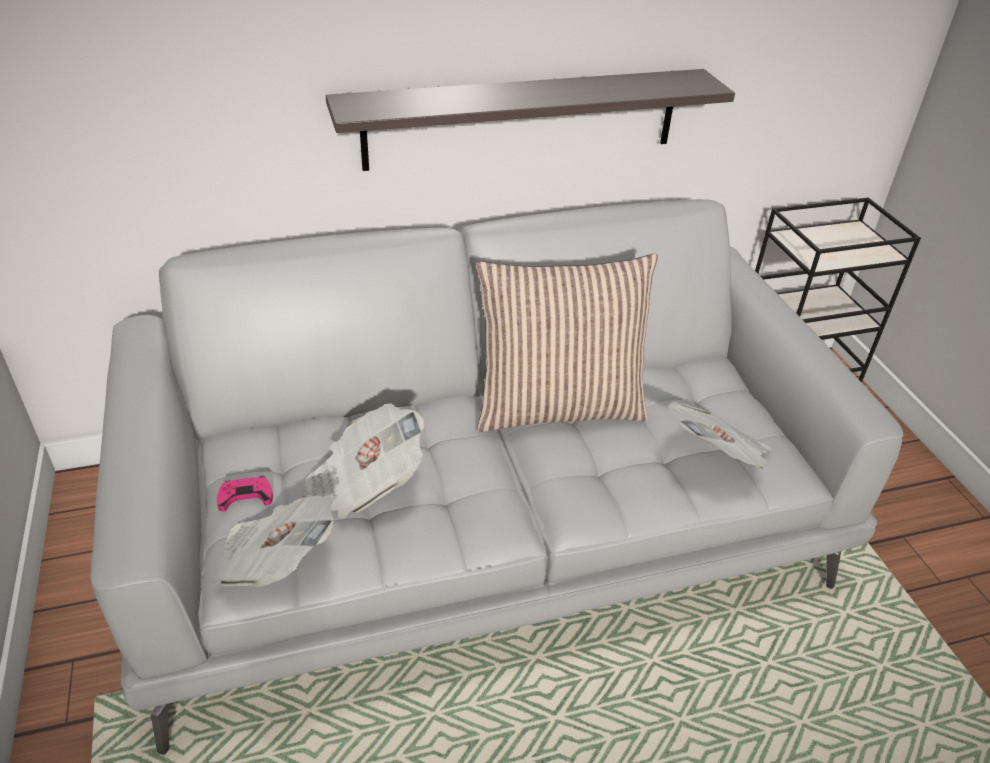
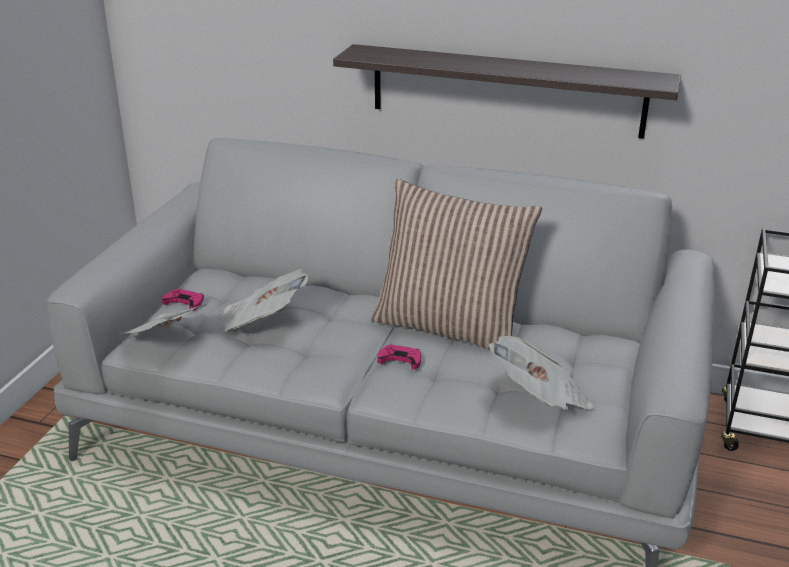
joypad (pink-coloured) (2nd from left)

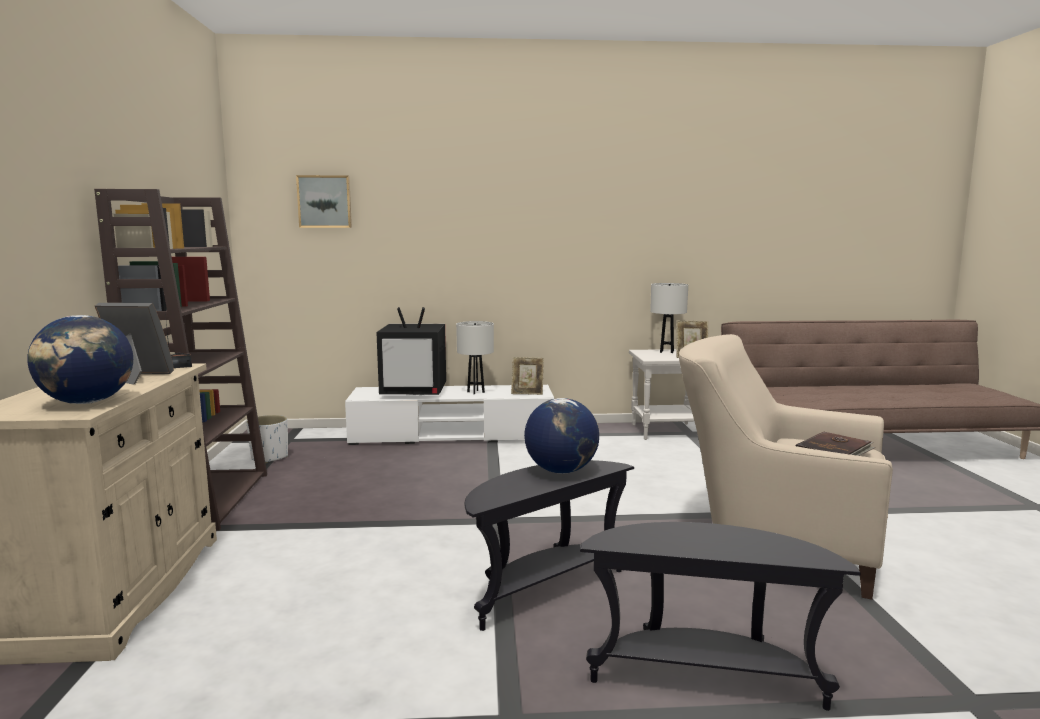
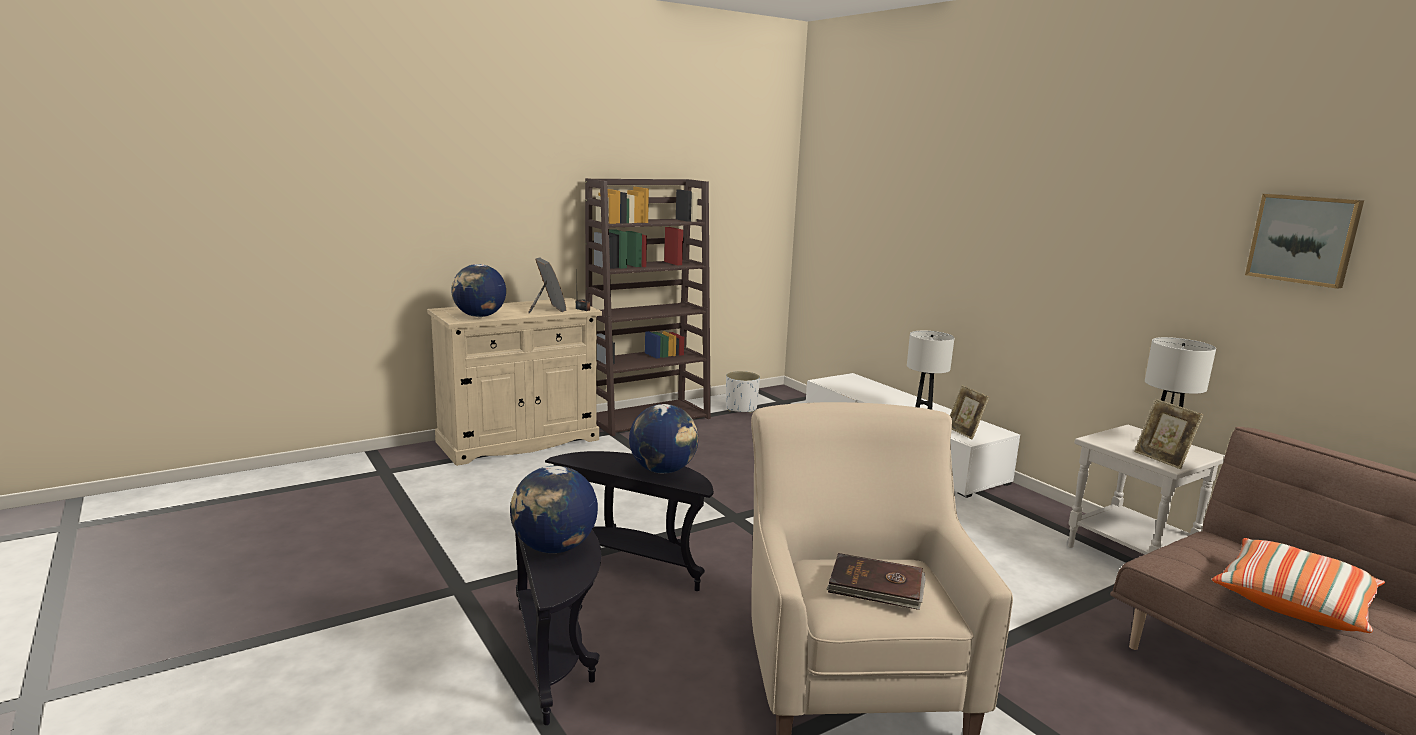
wall art
TV
world globe (2nd from left)
pillow

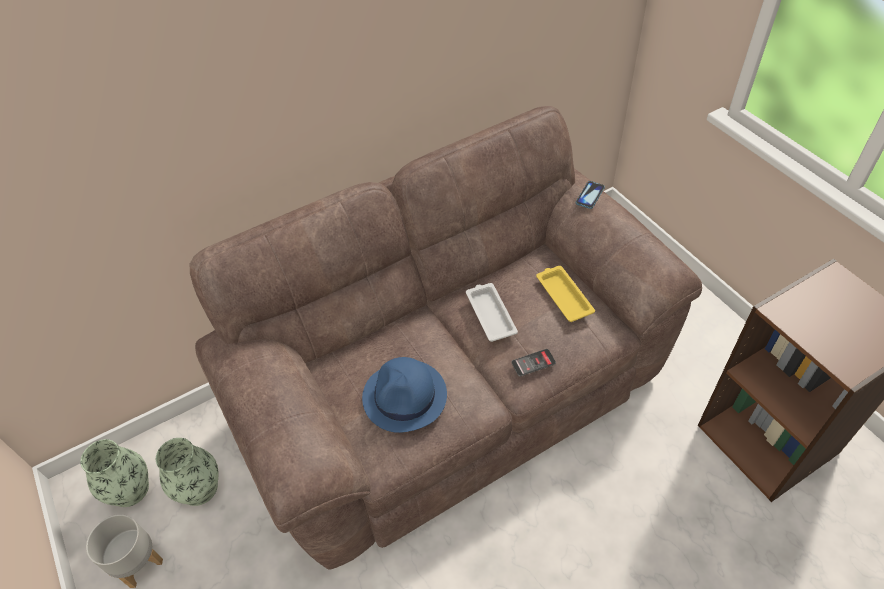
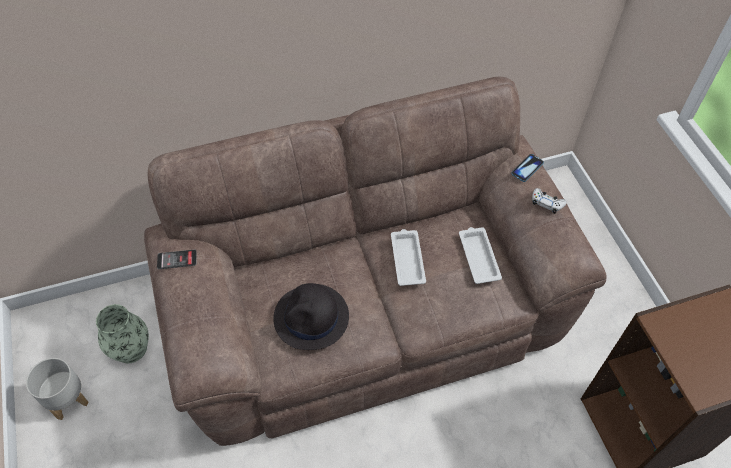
carrying tray (whitish) (2nd from left)
phone (1st from left)
hat (black)
decorative vase (1st from left in the first image)
joypad (whitish)

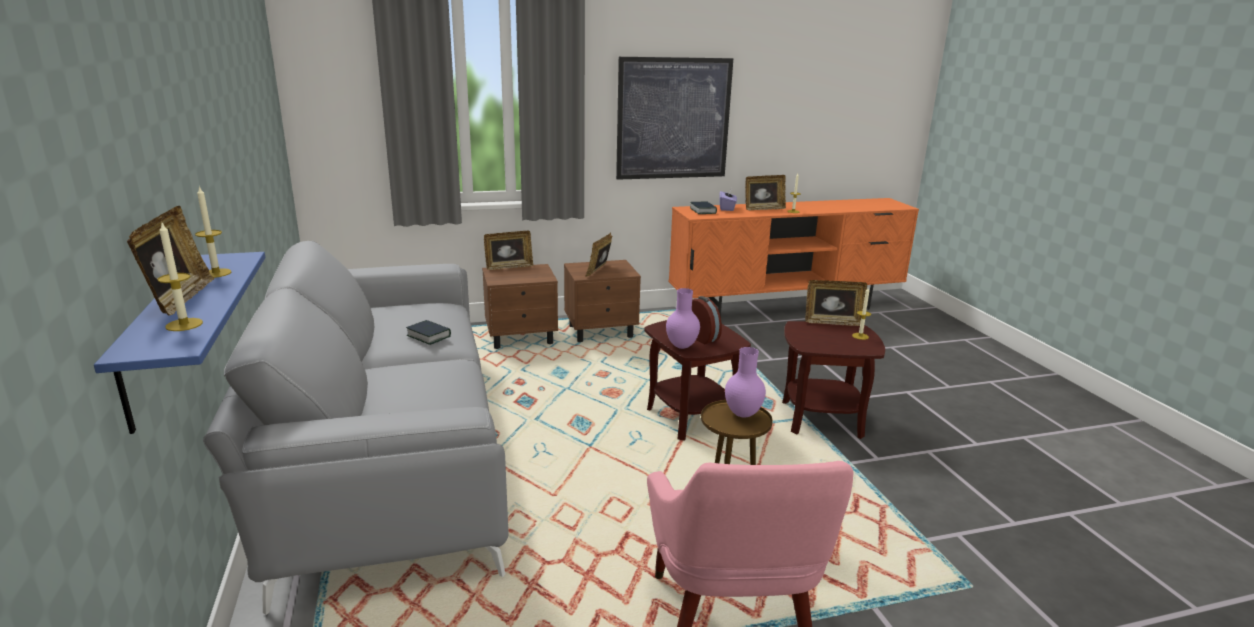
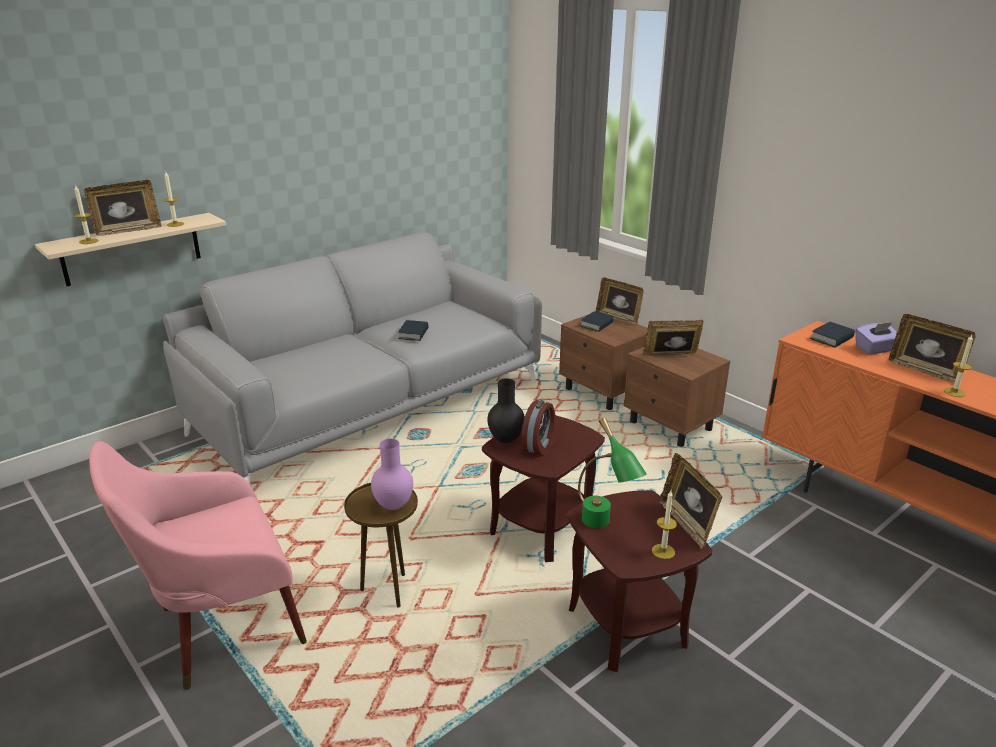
wall art
shelf (beige)
decorative vase (black)
book (2nd from left)
table lamp (greenish)

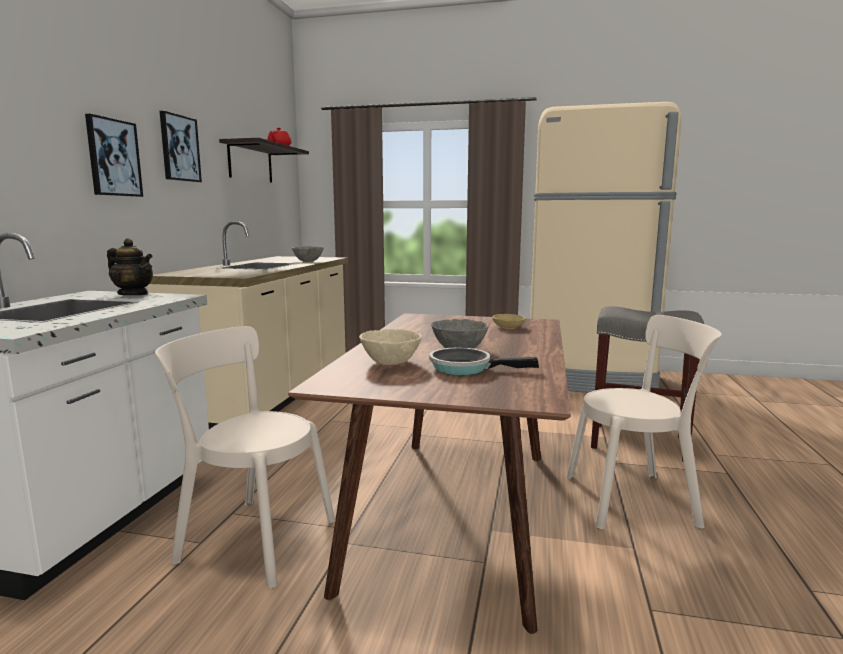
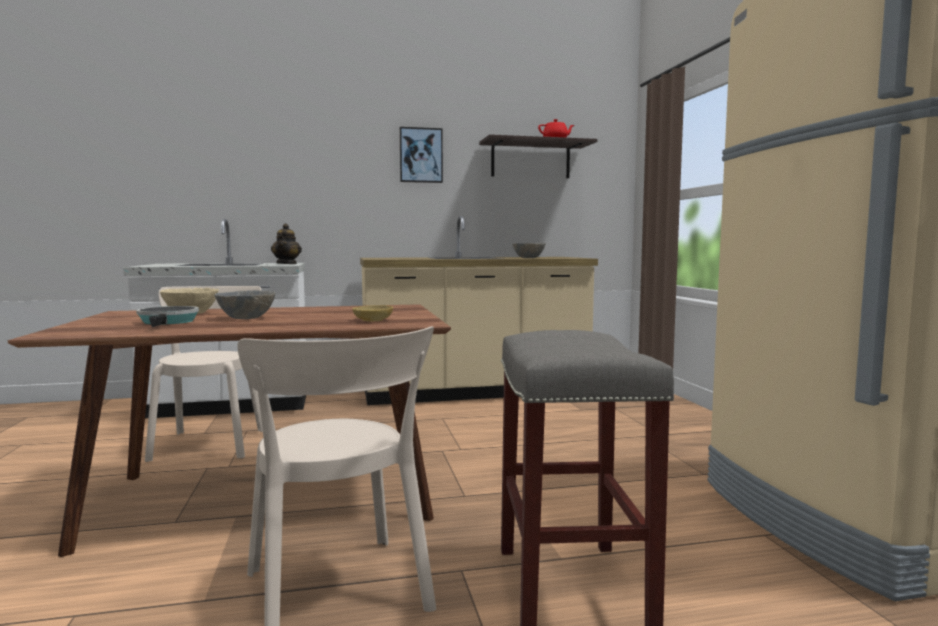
wall art (1st from left in the first image)

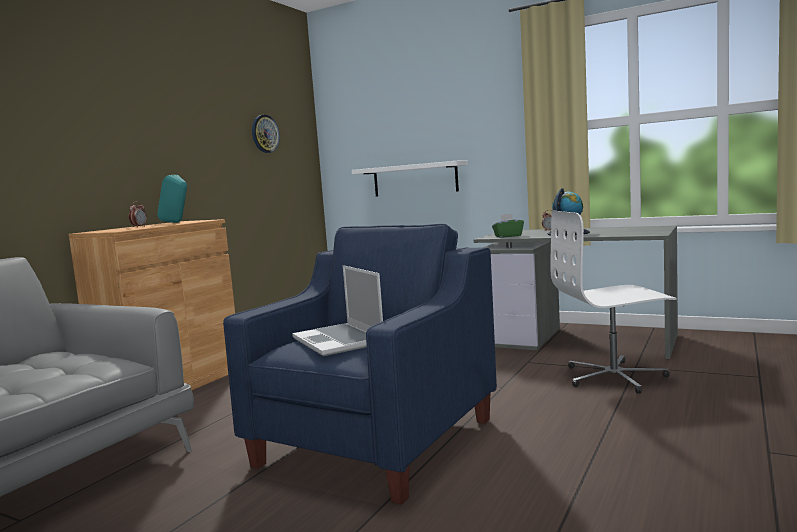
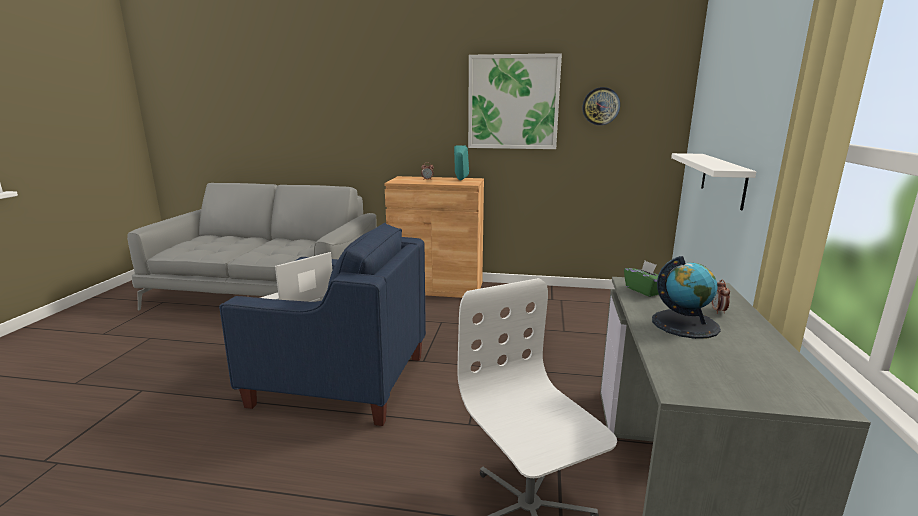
wall art

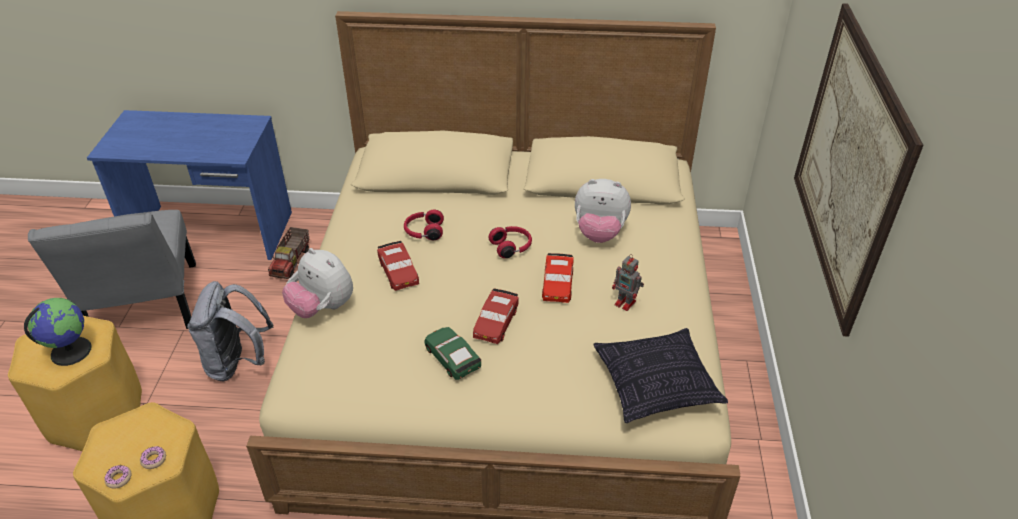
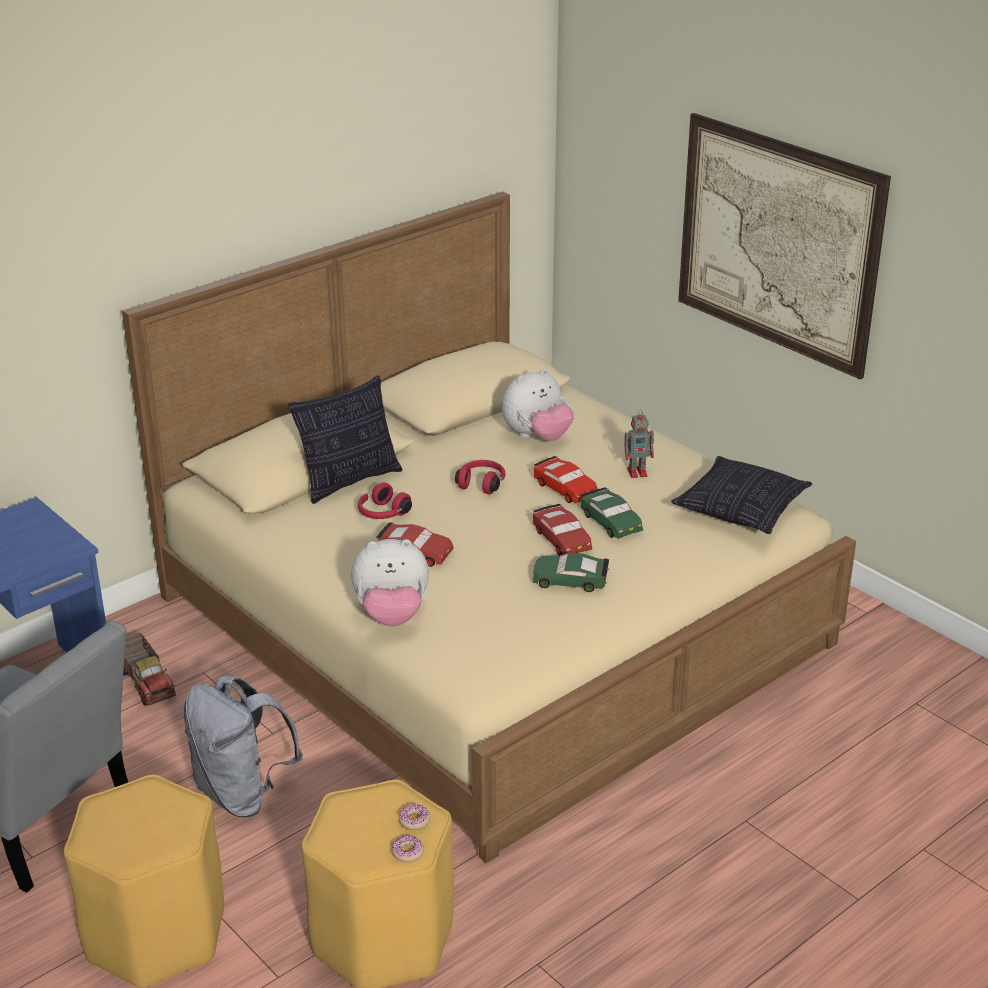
world globe
pillow (1st from left)
toy car (greenish) (2nd from left)

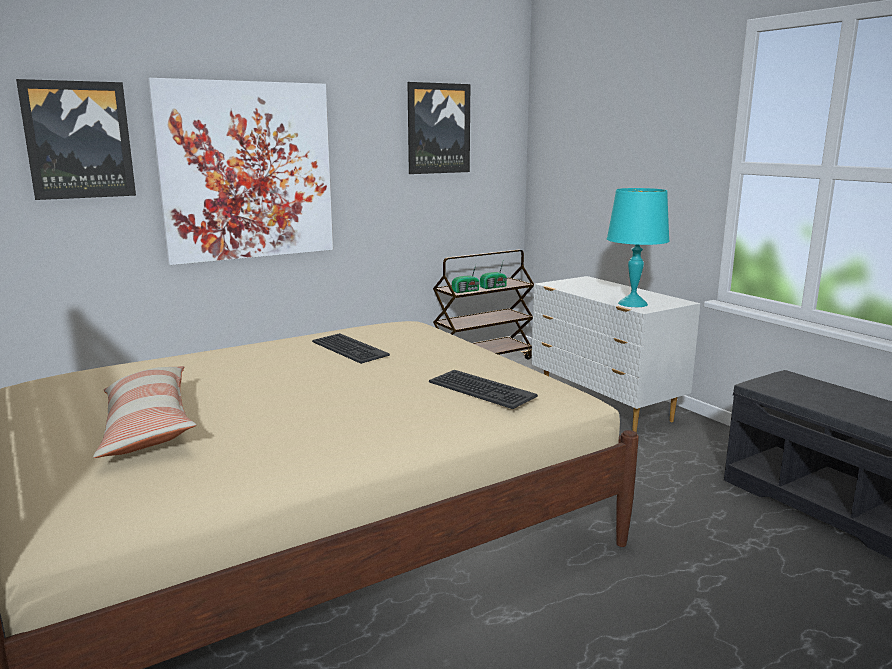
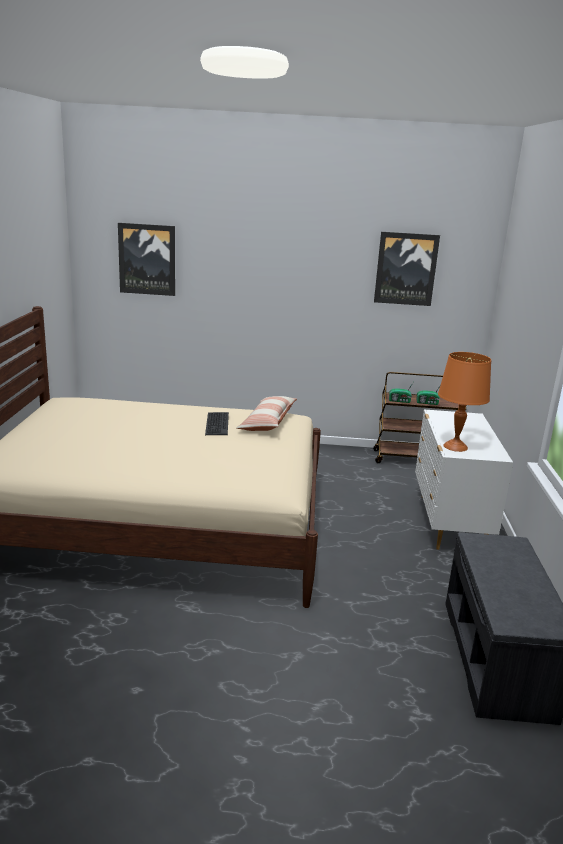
wall art (2nd from left in the first image)
table lamp (orange-coloured)
pillow
computer keyboard (2nd from left in the first image)

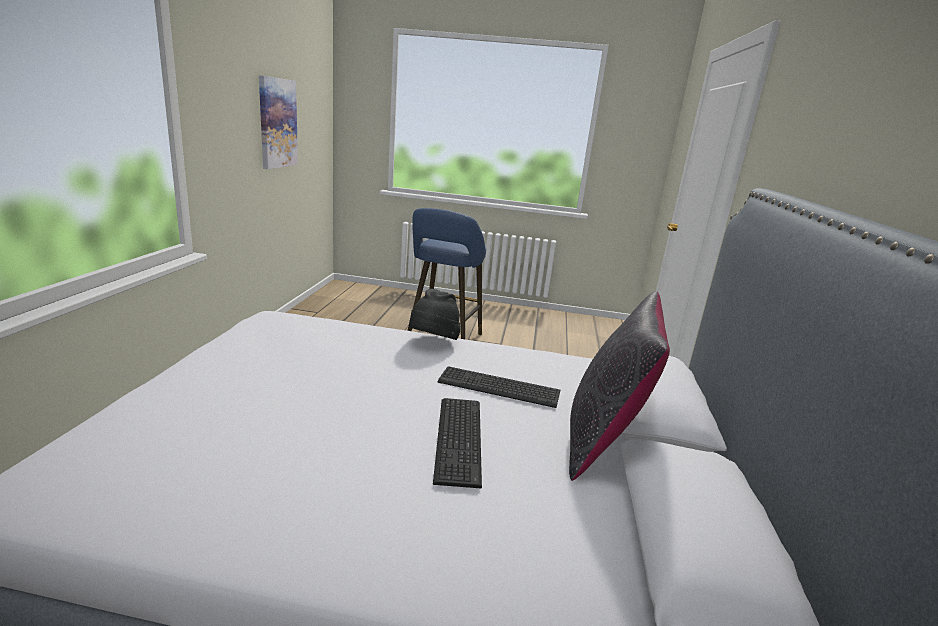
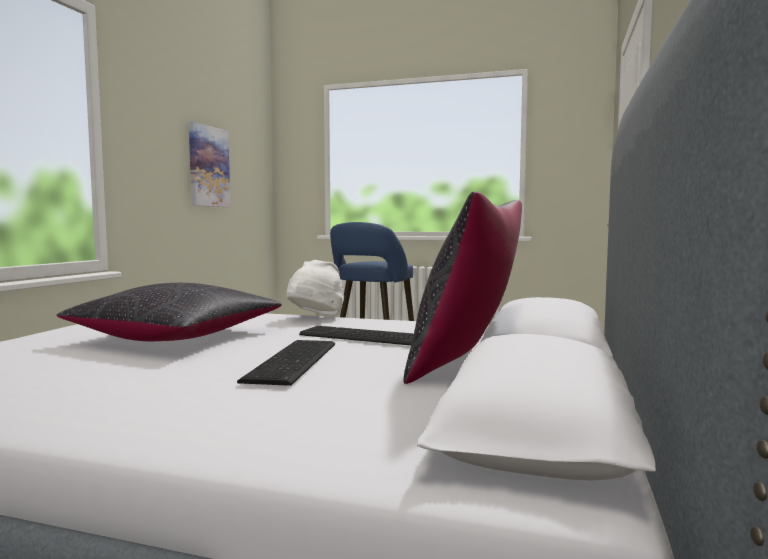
hat (whitish)
pillow (black) (1st from left)

